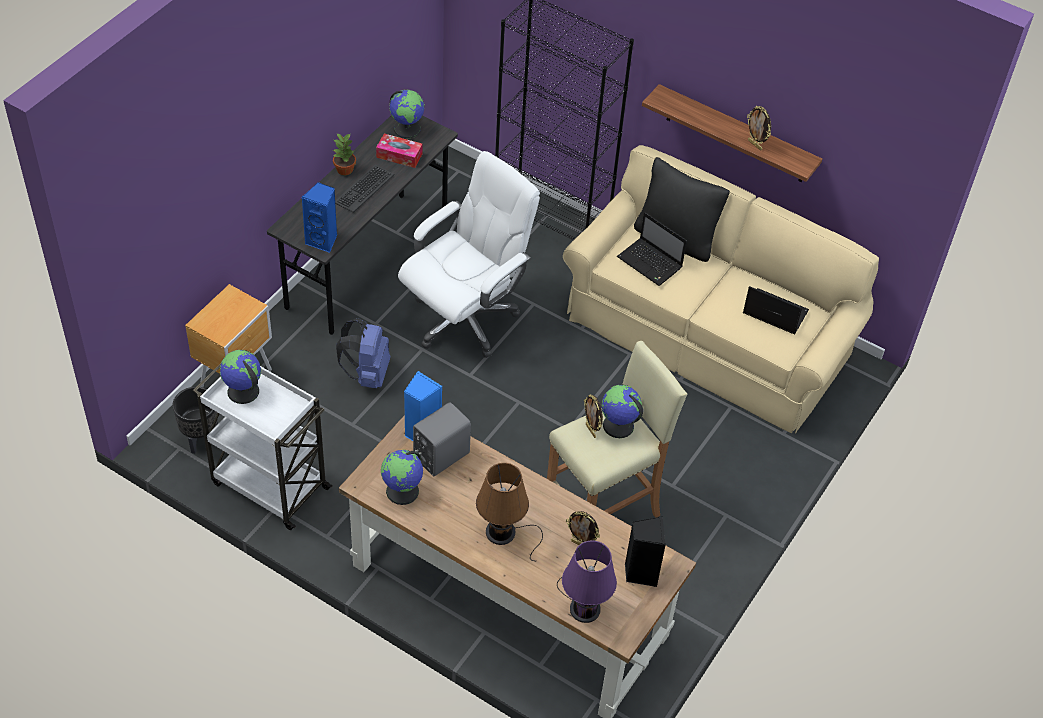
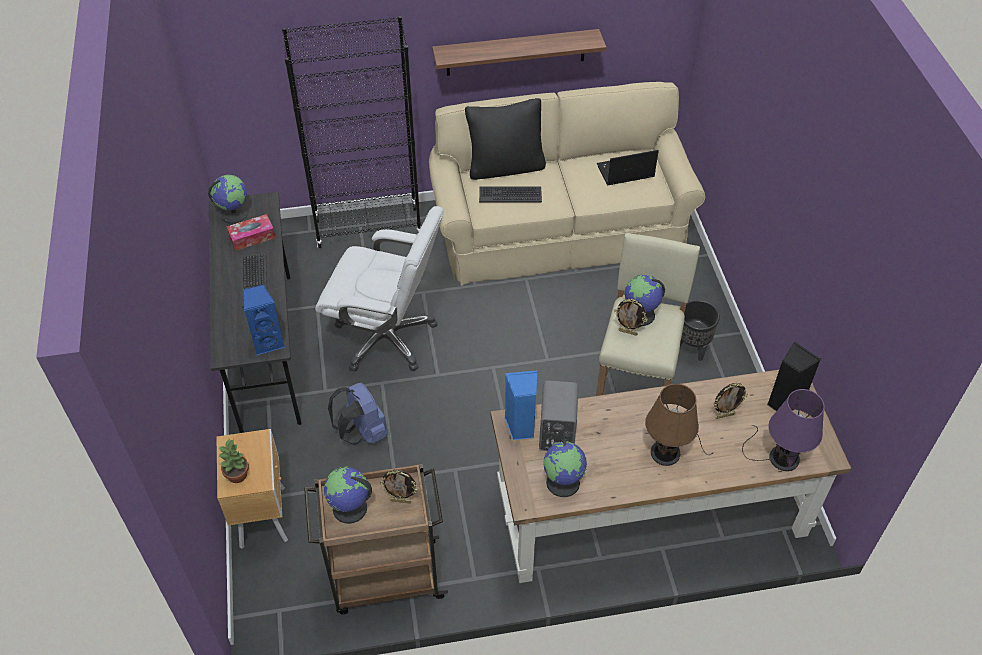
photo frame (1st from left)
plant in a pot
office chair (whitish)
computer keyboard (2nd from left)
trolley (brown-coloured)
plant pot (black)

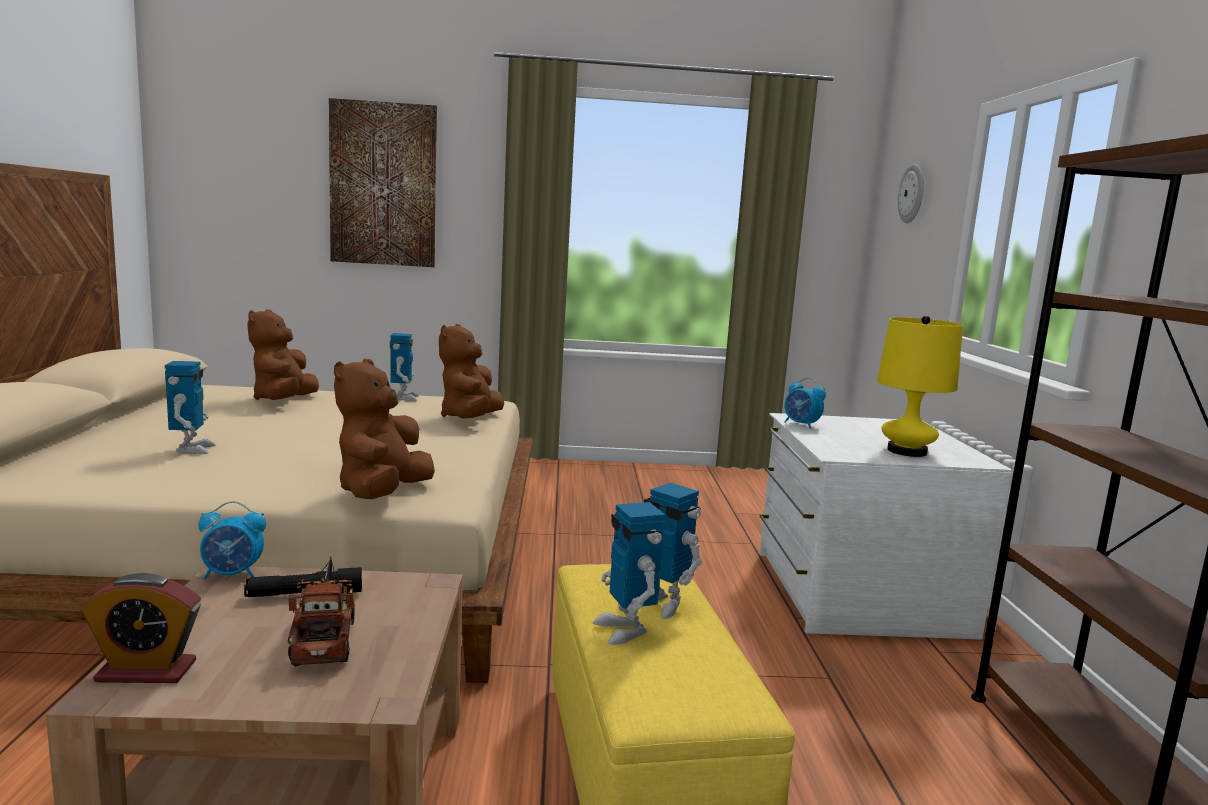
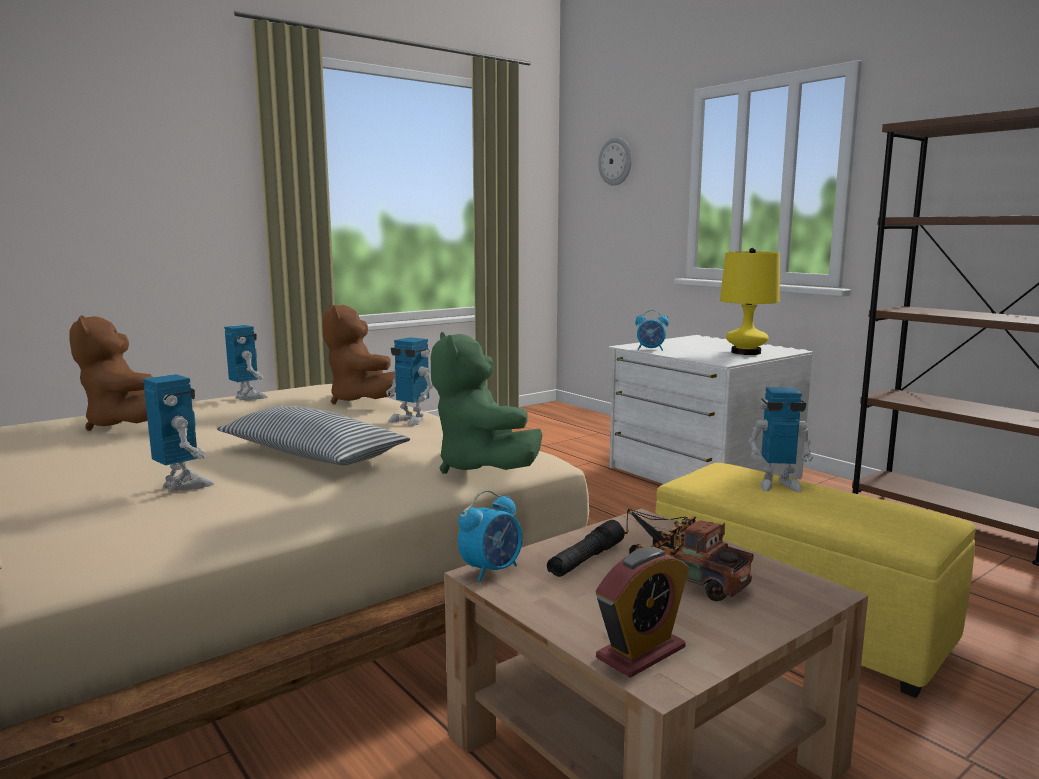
wall art
soft toy (greenish)
model robot (3rd from left)
pillow

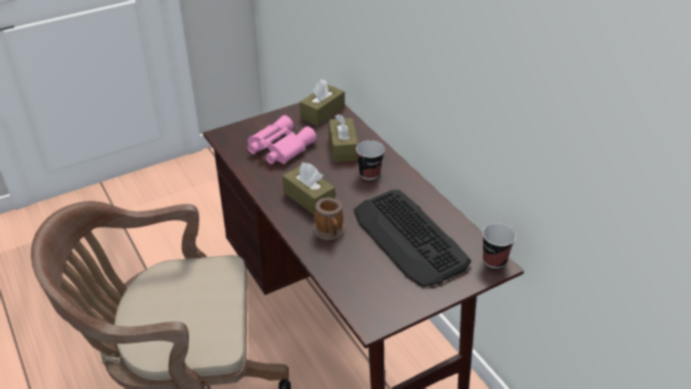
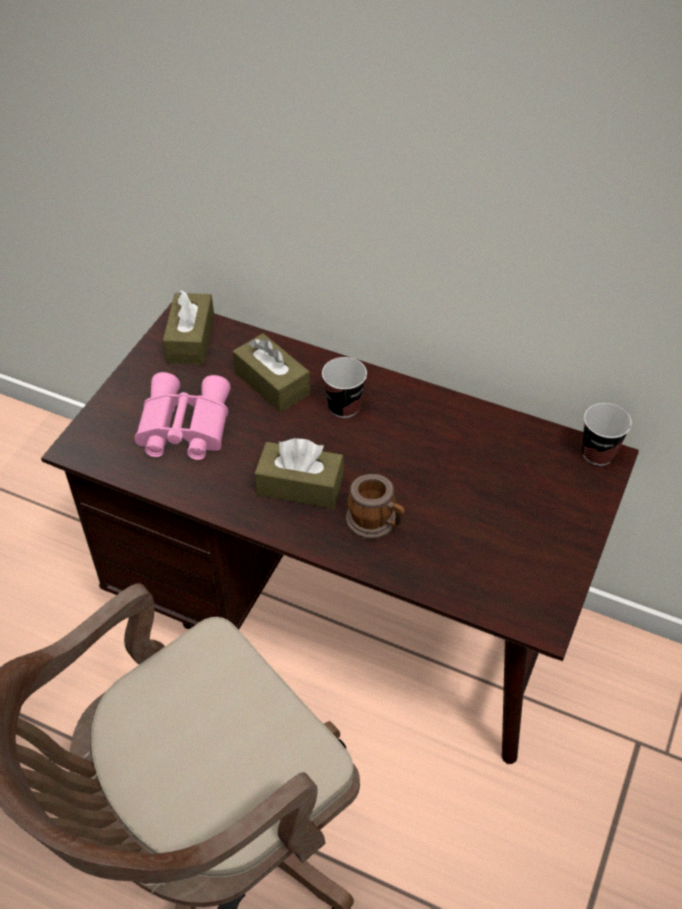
computer keyboard

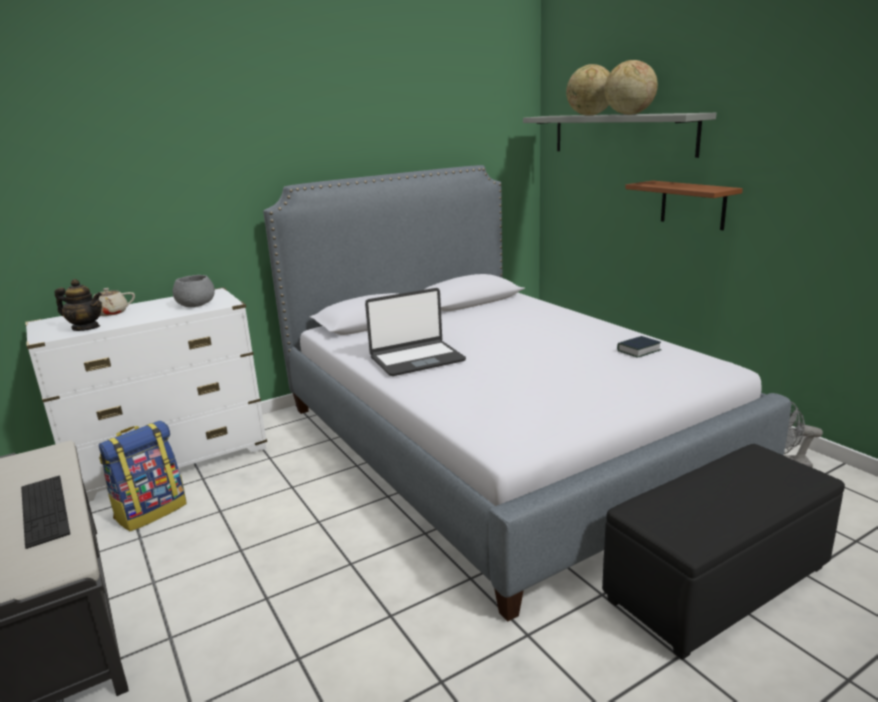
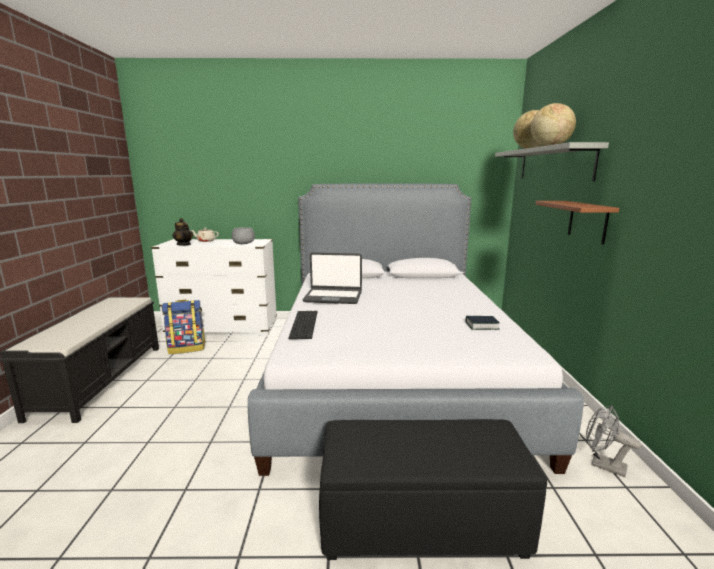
computer keyboard

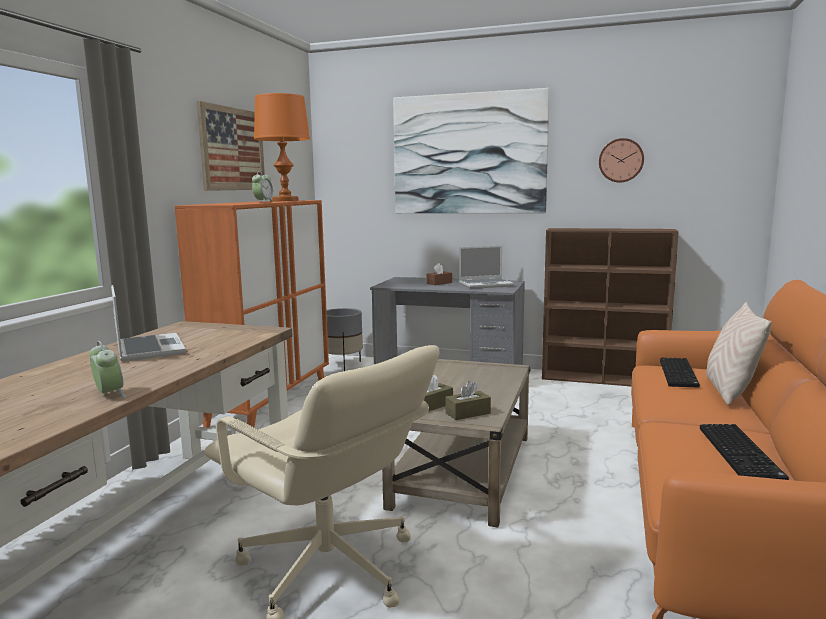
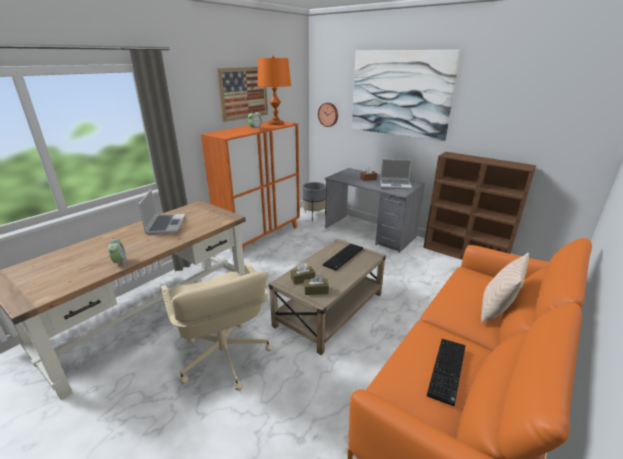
wall clock
computer keyboard (1st from left)

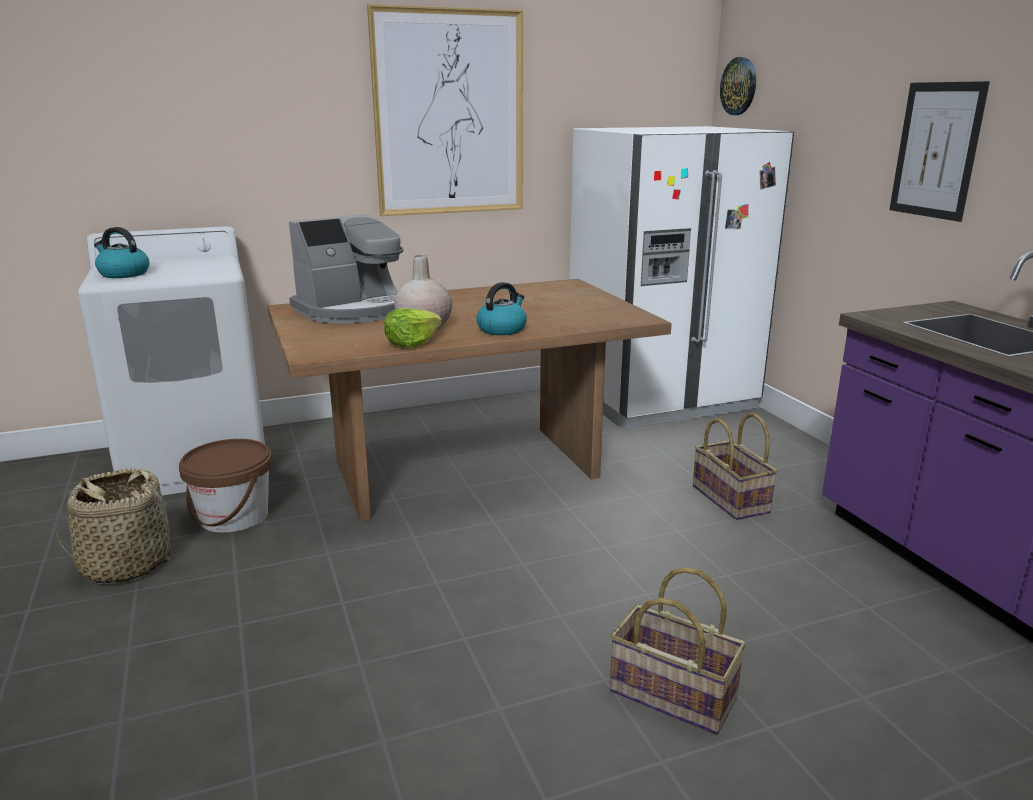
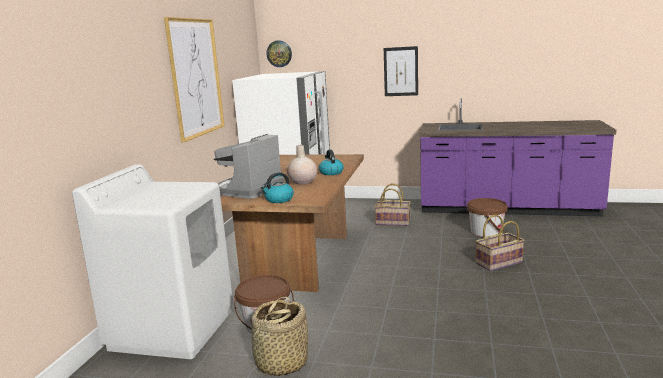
coffee maker
kettle (1st from left)
lettuce head
pail (brown-coloured) (2nd from left)

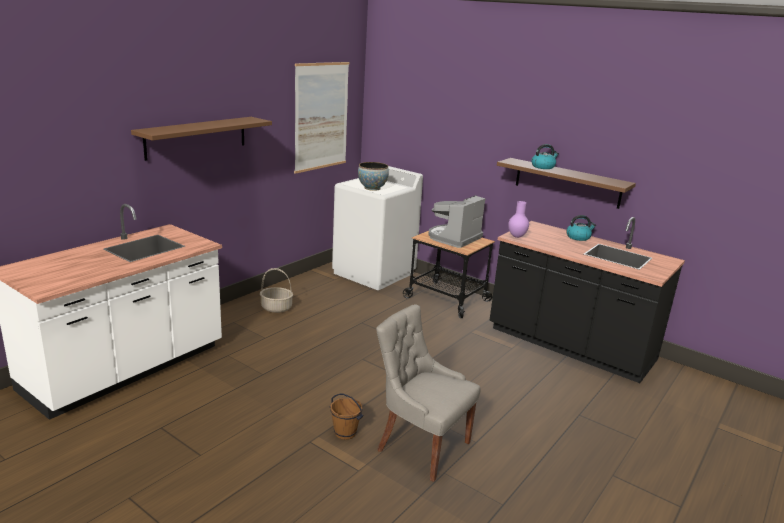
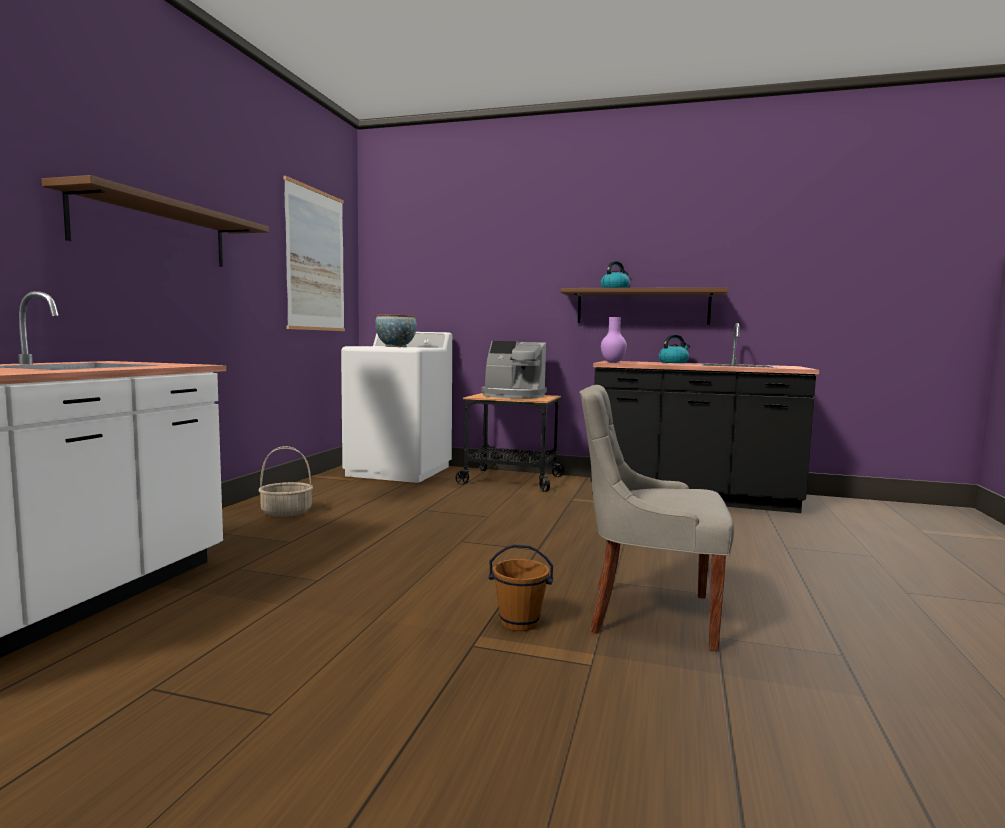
coffee maker

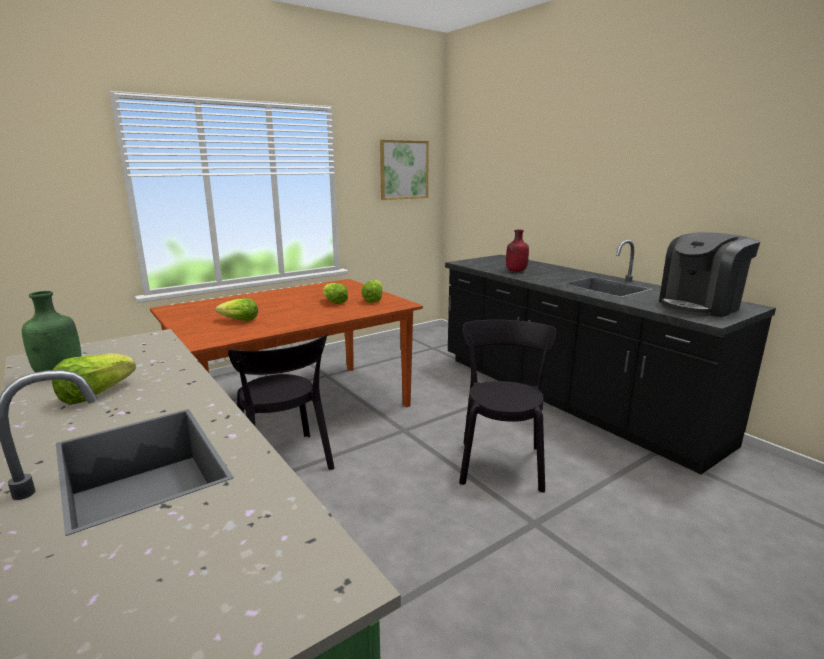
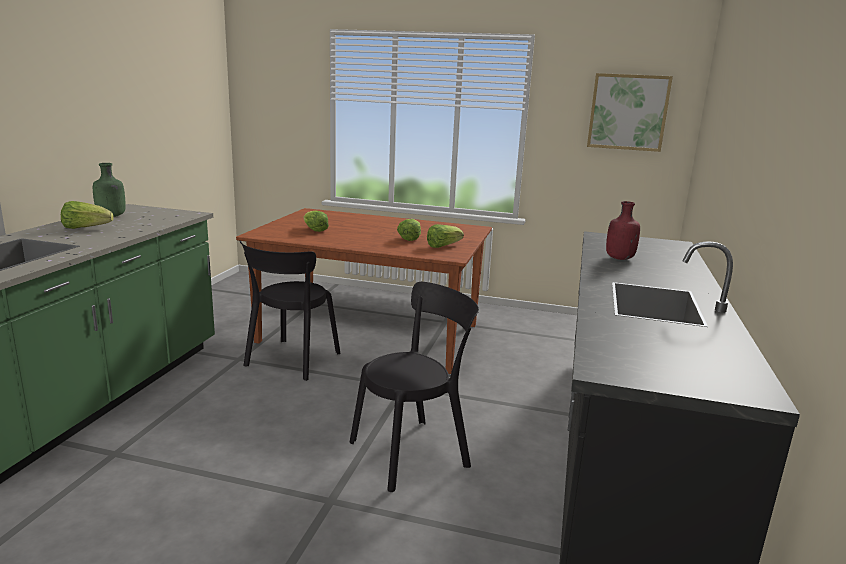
coffee maker

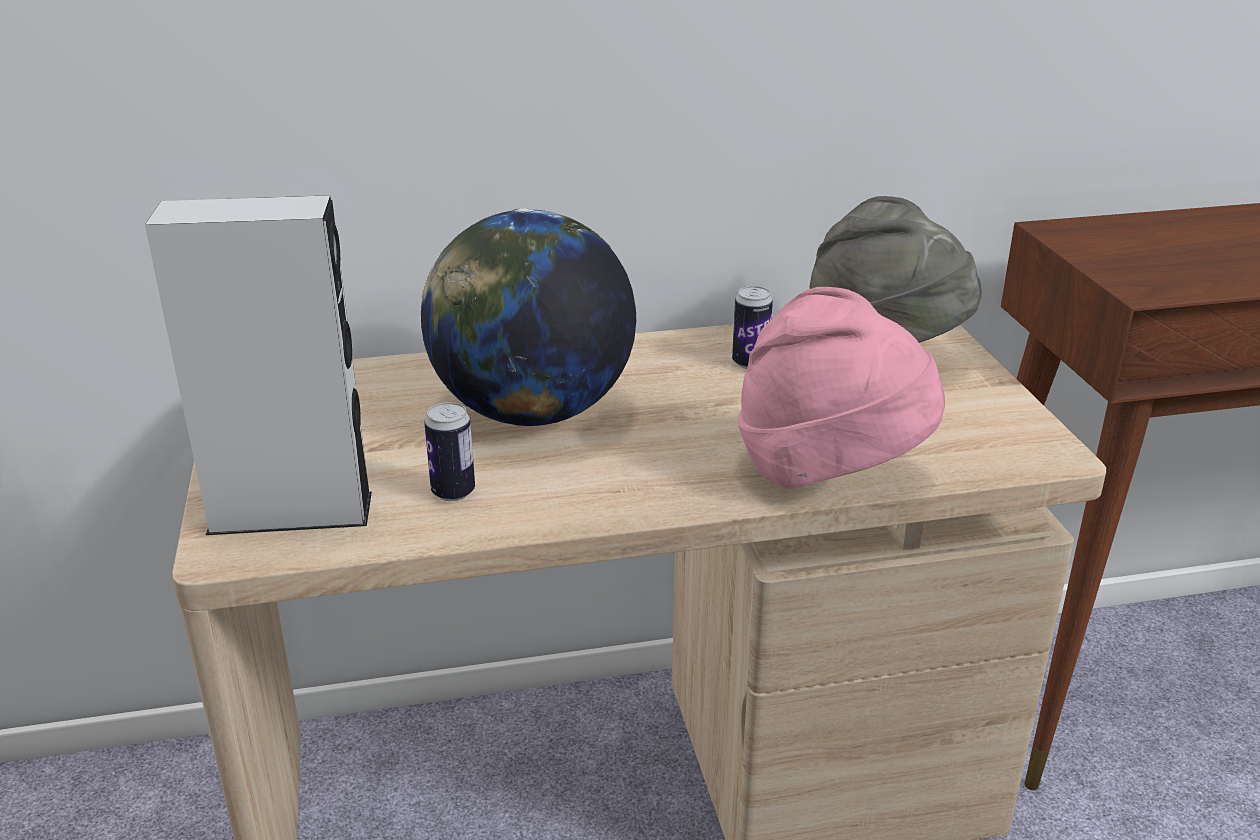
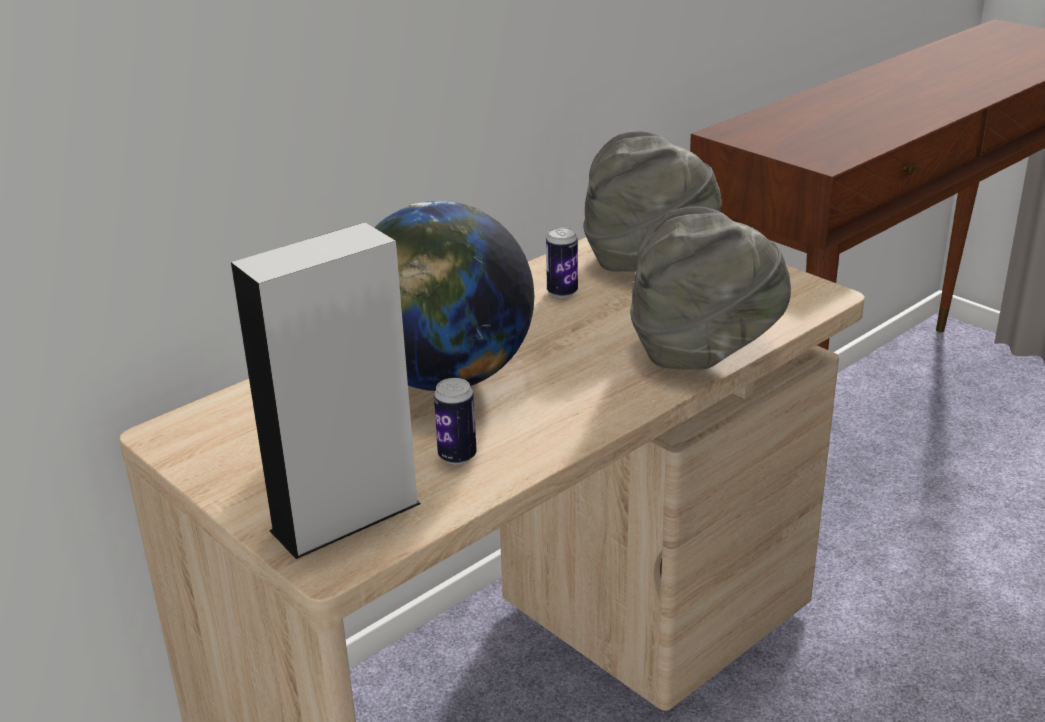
hat (grey) (2nd from left)

